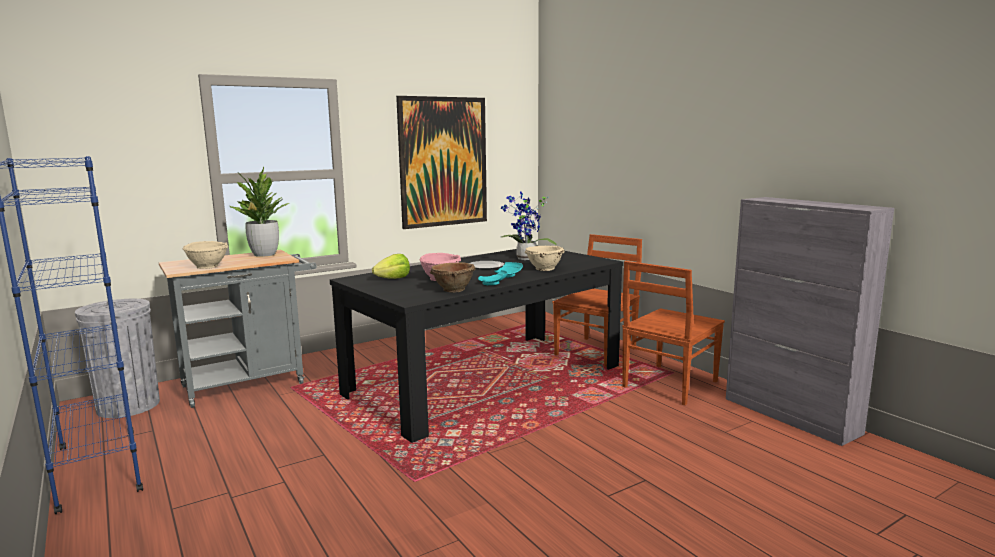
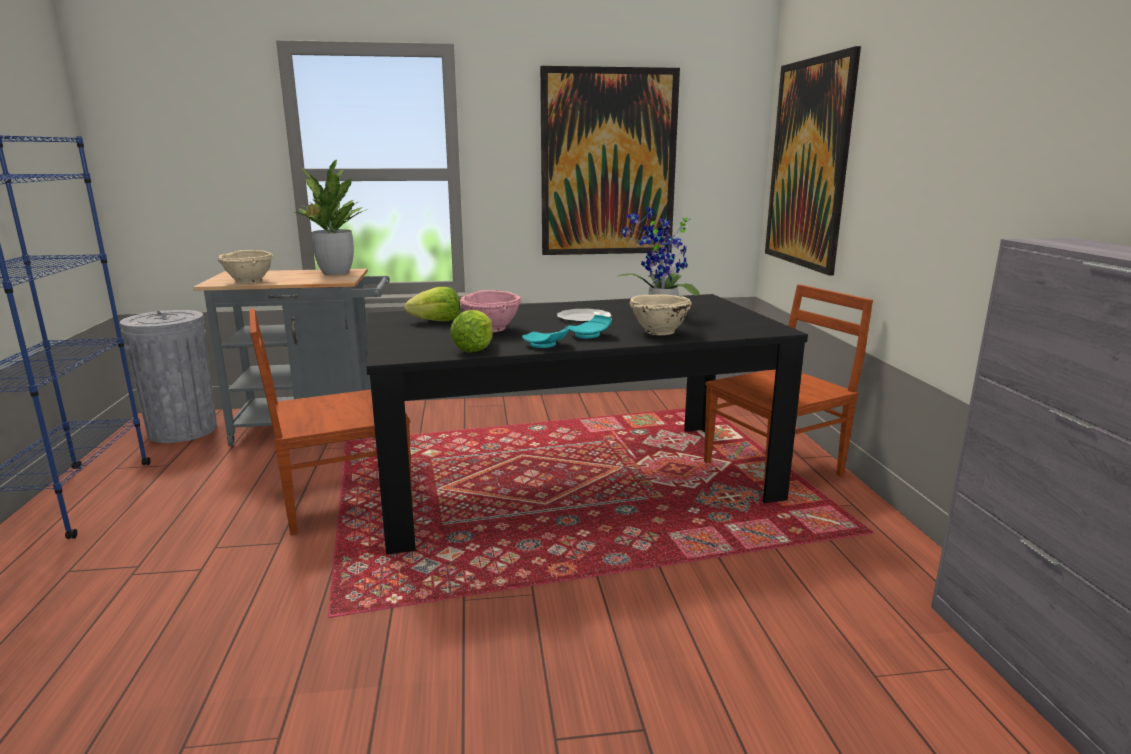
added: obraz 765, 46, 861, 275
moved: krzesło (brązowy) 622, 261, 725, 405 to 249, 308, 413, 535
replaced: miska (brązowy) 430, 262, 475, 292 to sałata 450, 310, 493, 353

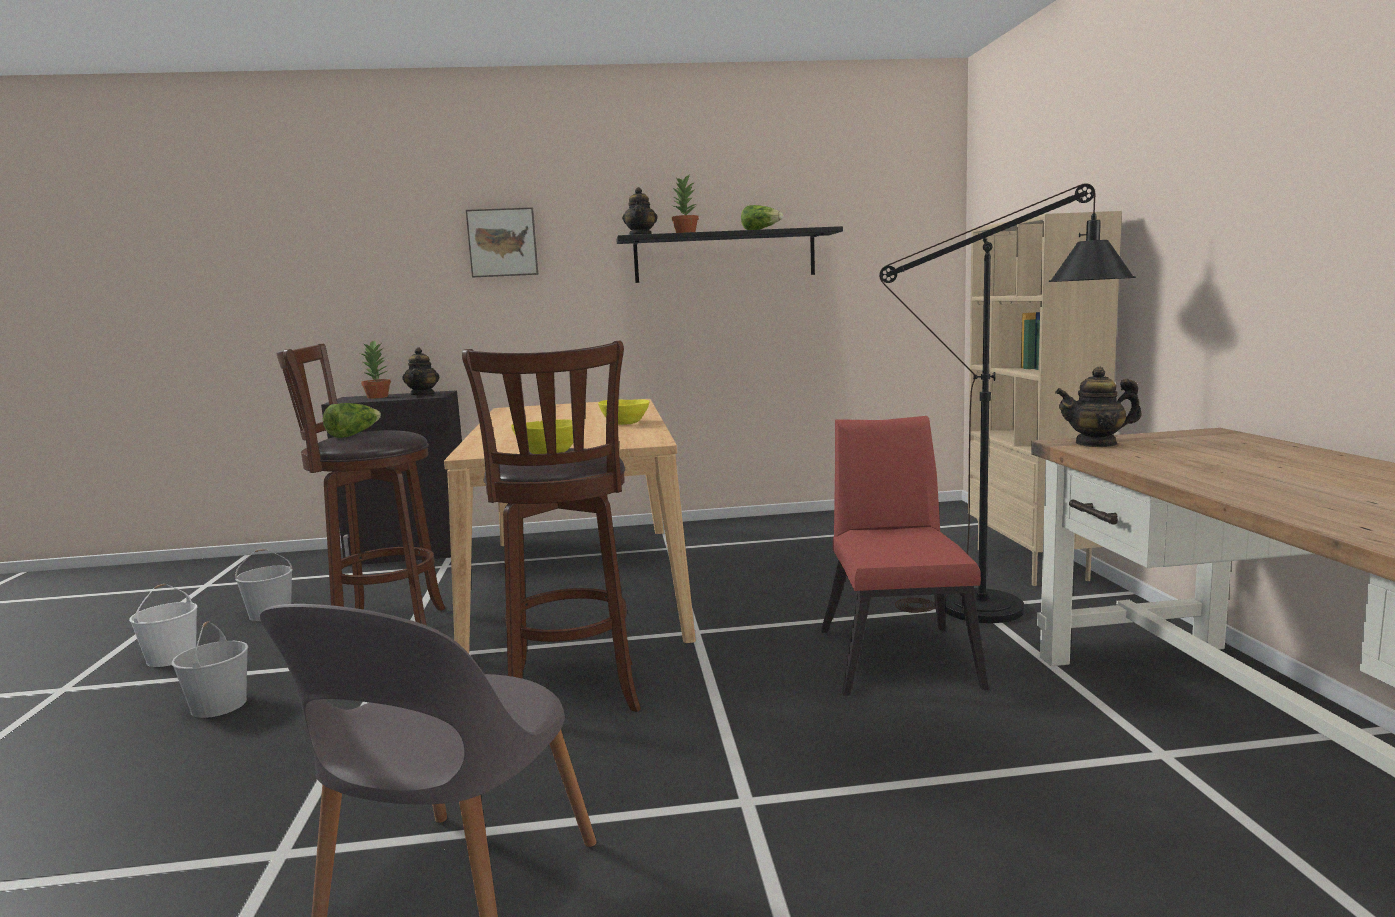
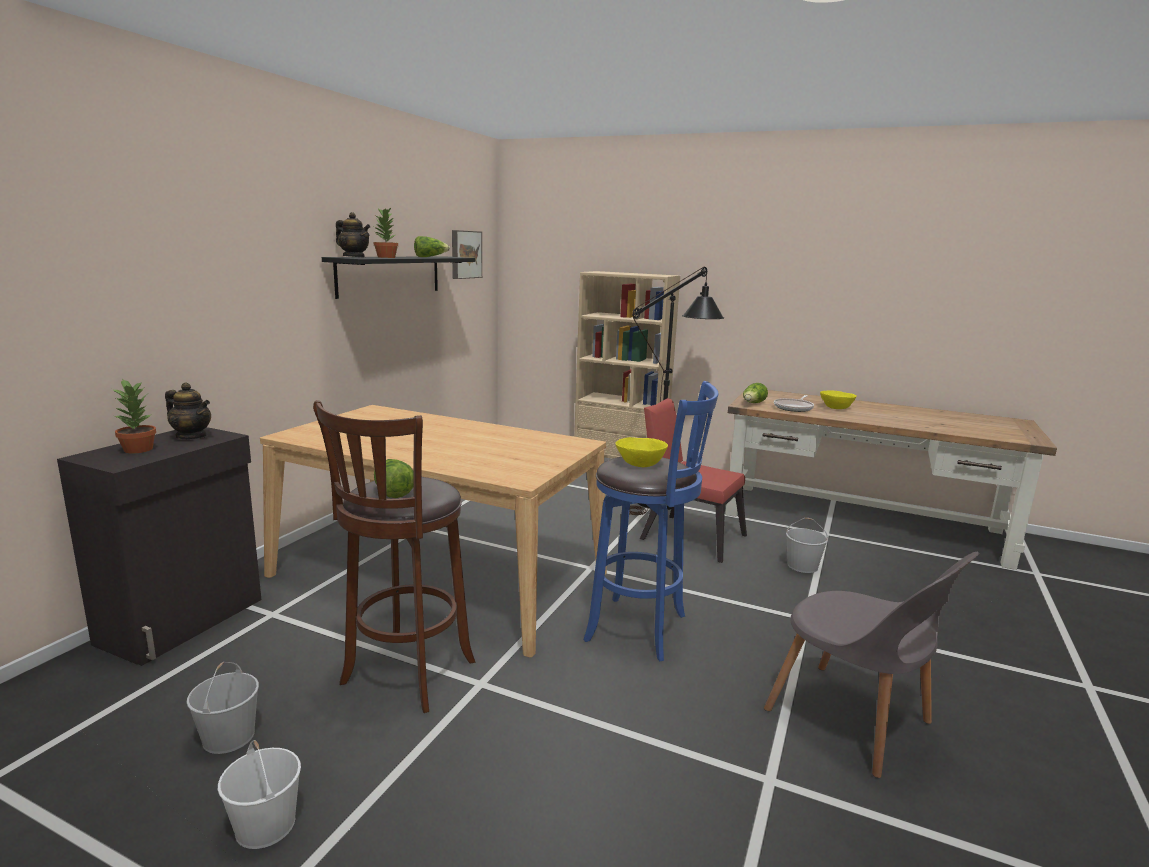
added: patelnia 774, 395, 814, 412
moved: wiadro (biały) 171, 621, 248, 718 to 786, 518, 828, 573; obraz 466, 207, 538, 277 to 452, 230, 482, 279; miska (żółty) 598, 399, 649, 425 to 820, 390, 857, 409
replaced: imbryk 1055, 367, 1142, 447 to sałata 743, 383, 768, 403
recoloured: stołek (brązowy) 462, 341, 641, 712 to stołek (niebieski) 583, 381, 719, 661

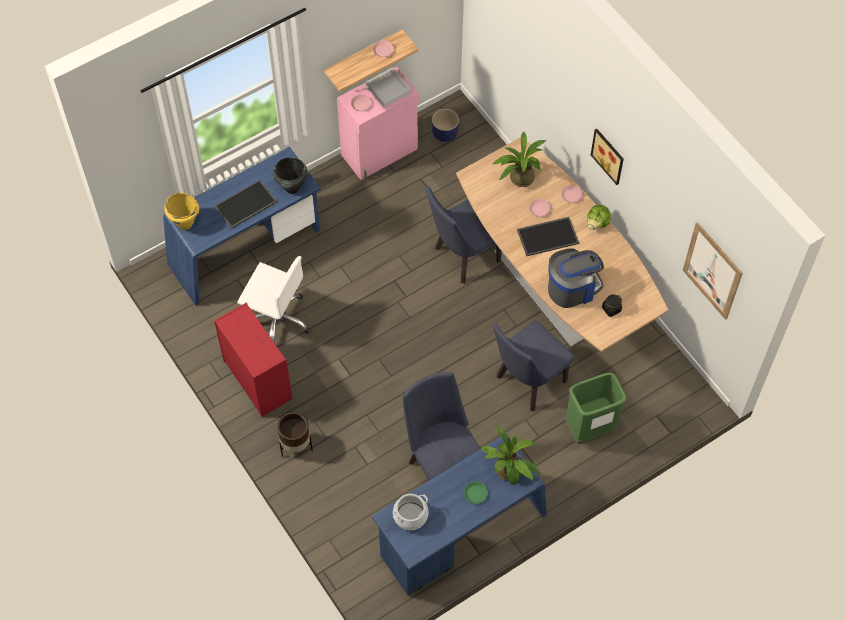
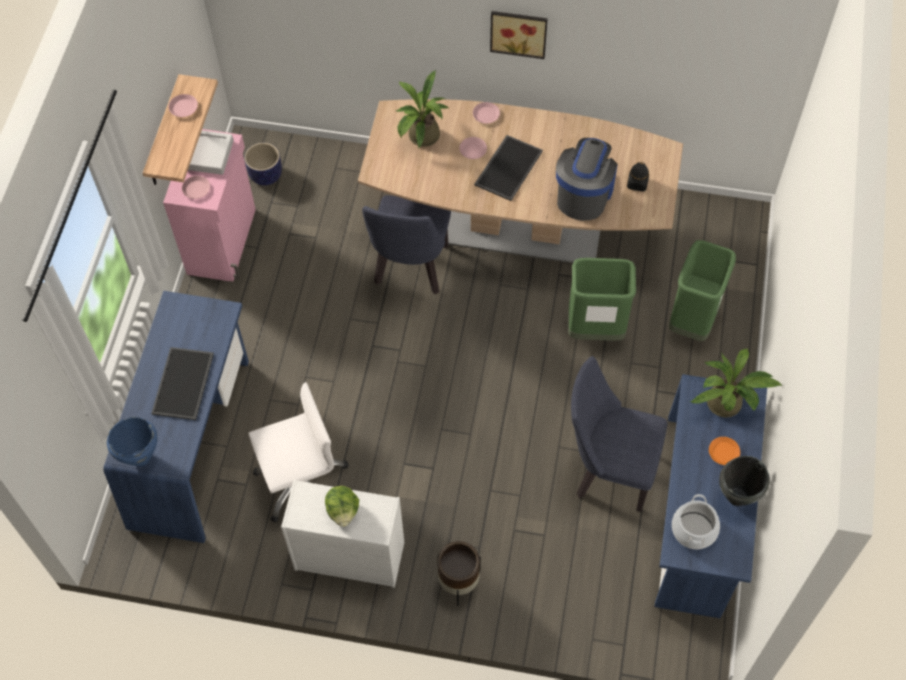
removed: obraz 683, 222, 743, 320
moved: garnek (czarny) 273, 157, 307, 194 to 719, 456, 770, 506; sałata 587, 204, 611, 230 to 325, 486, 359, 527
replaced: krzesło (niebieski) 493, 320, 574, 411 to kosz na śmieci (zielony) 568, 258, 636, 341
recoloured: garnek (żółty) 164, 193, 199, 230 to garnek (niebieski) 107, 417, 158, 467; komoda (czerwony) 214, 303, 293, 417 to komoda (biały) 281, 479, 404, 588; talerz (zielony) 464, 482, 488, 504 to talerz (pomarańczowy) 709, 437, 740, 465

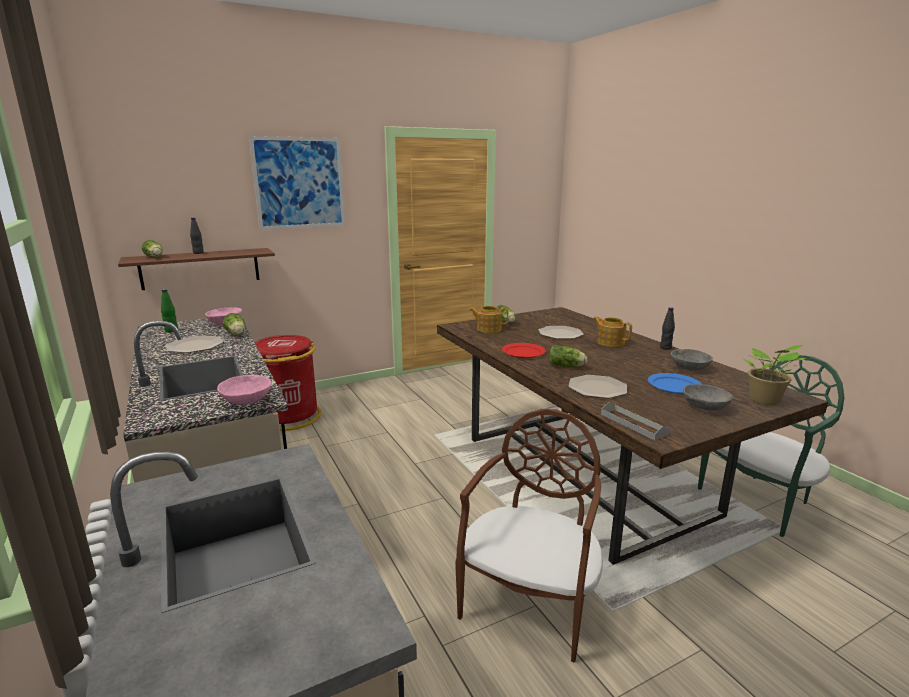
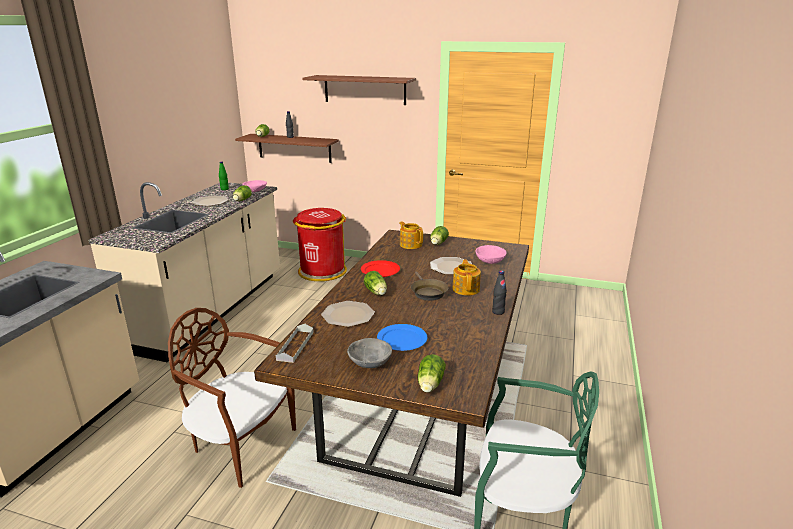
removed: miska (szary) 671, 349, 713, 371
added: patelnia (brązowy) 411, 272, 448, 301
moved: miska (różowy) 217, 375, 271, 405 to 475, 245, 507, 264
replaced: obraz 249, 136, 345, 230 to półka (brązowy) 302, 75, 416, 105; roślina doniczkowa 743, 345, 807, 405 to sałata 418, 354, 446, 392
turned: krzesło (brązowy) 455, 409, 603, 662 = 168, 308, 296, 488 135 degrees counterclockwise

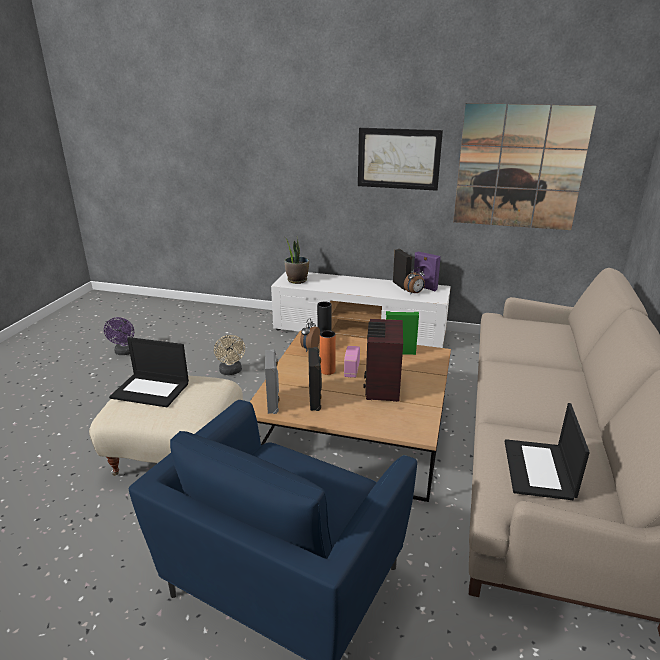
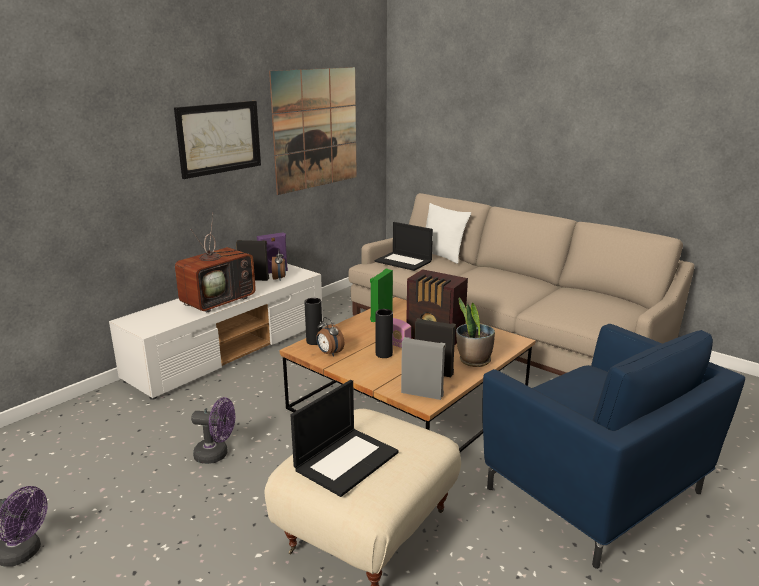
added: telewizor 175, 213, 256, 313; poduszka (biały) 426, 203, 471, 264
moved: roślina doniczkowa 285, 237, 309, 284 to 456, 298, 495, 367; laptop 505, 403, 590, 500 to 375, 222, 433, 271
recoloured: wentylator (beżowy) 214, 335, 245, 375 to wentylator (fioletowy) 191, 397, 235, 464; wazon (pomarańczowy) 320, 330, 336, 375 to wazon (czarny) 375, 309, 393, 358

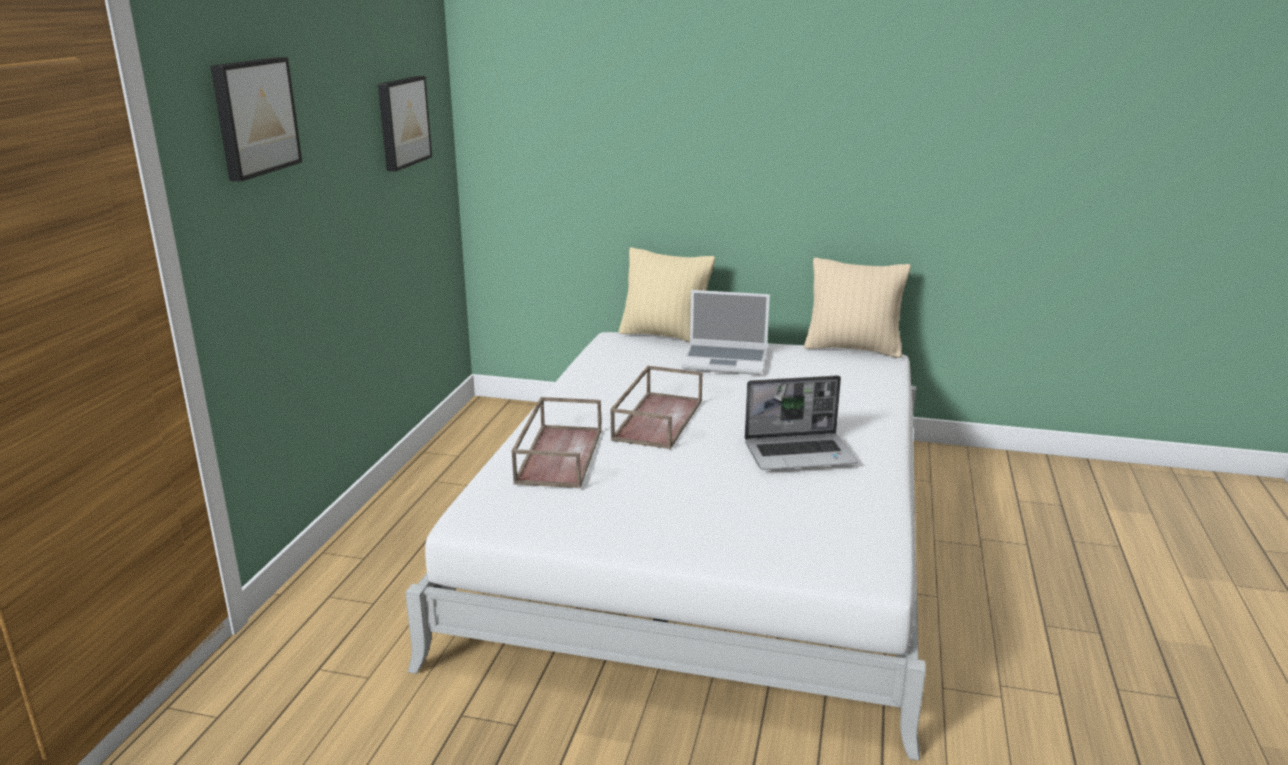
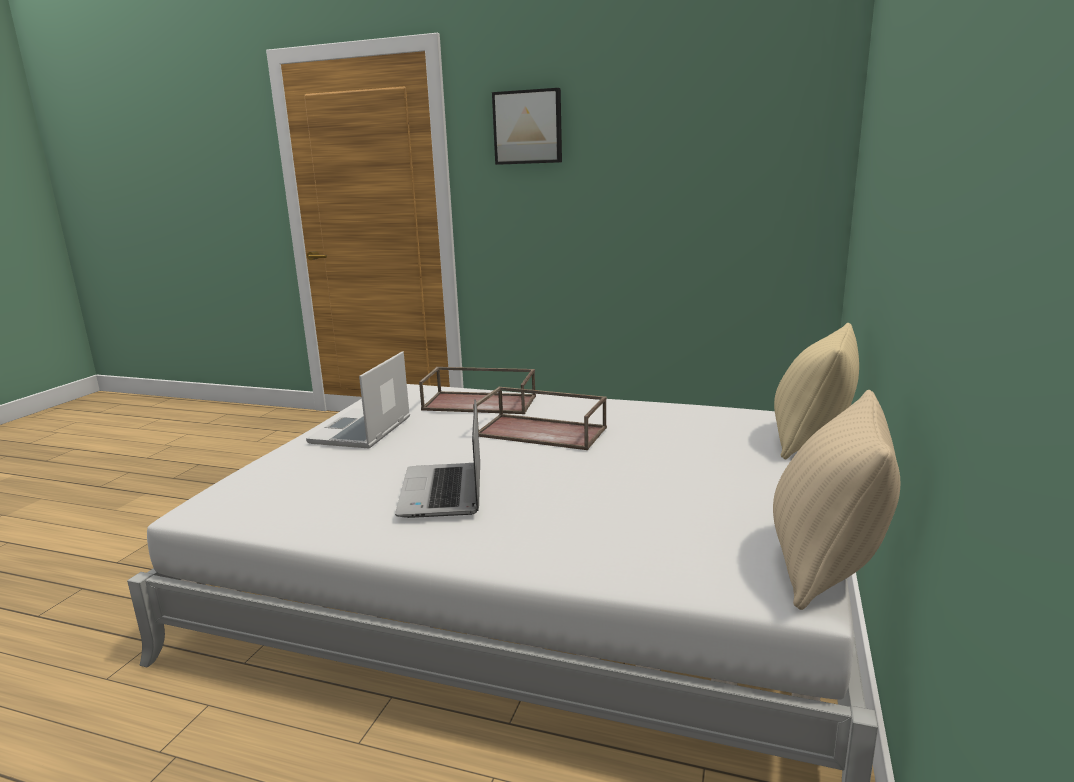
removed: obraz 378, 76, 432, 171
moved: laptop 681, 290, 770, 375 to 306, 351, 410, 449

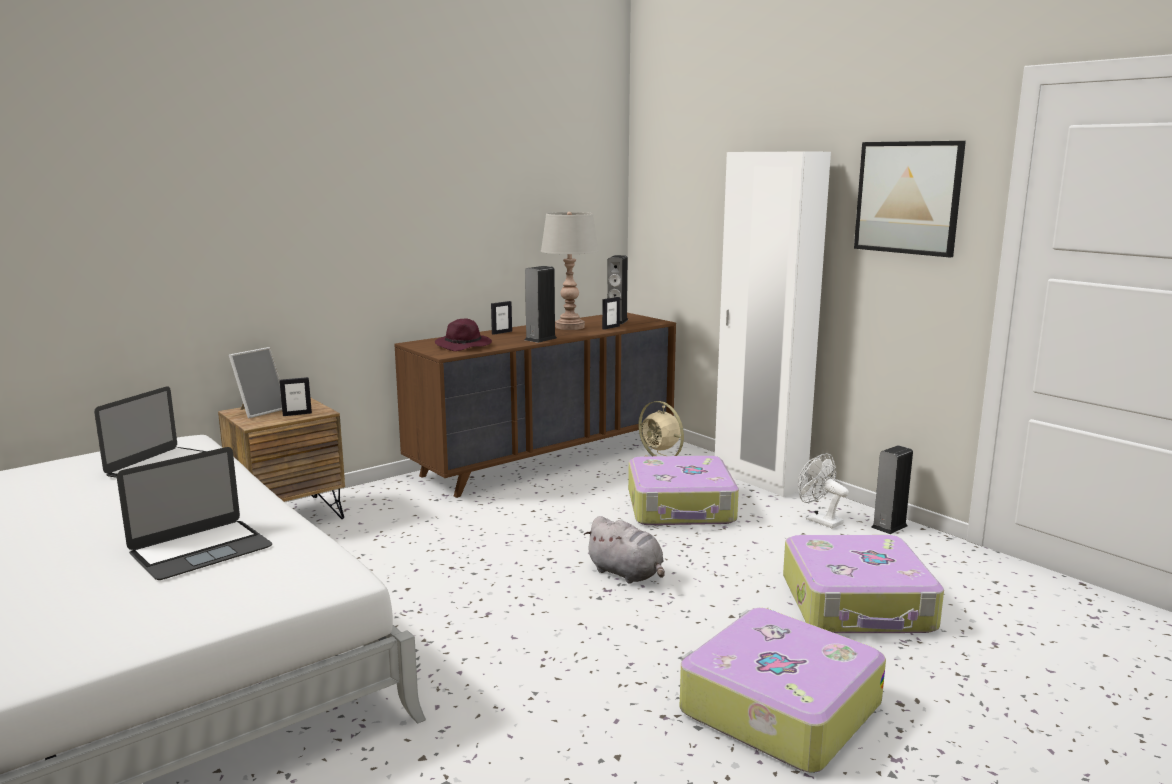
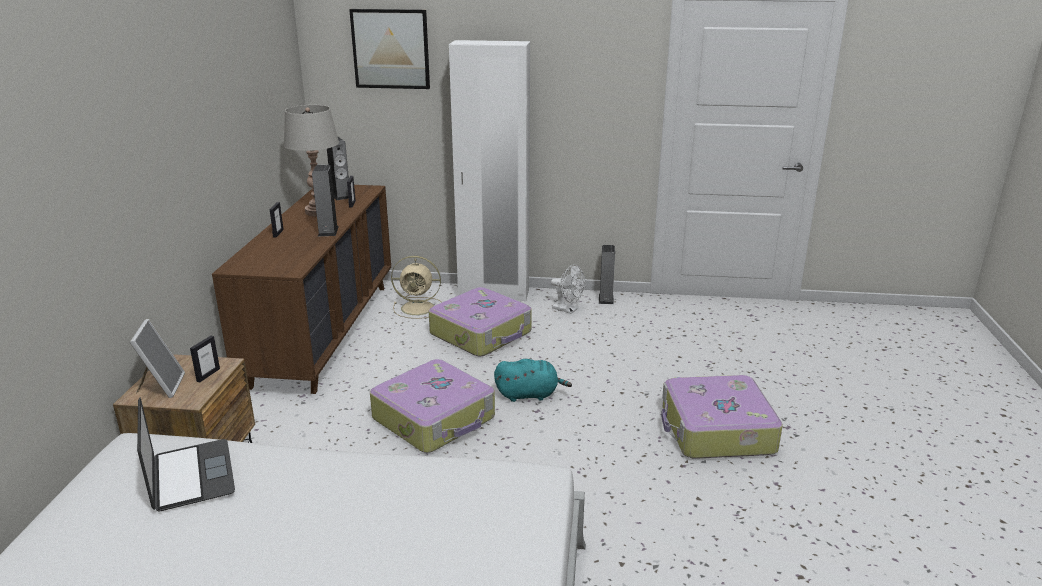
removed: laptop 117, 447, 272, 580; kapelusz (fioletowy) 435, 319, 492, 351
moved: walizka 783, 535, 944, 633 to 370, 359, 495, 453; obraz 854, 141, 966, 257 to 349, 9, 430, 89
recoloured: pluszak (szary) 584, 516, 665, 584 to pluszak (turkusowy) 494, 359, 572, 402
turned: wentylator (biały) 798, 453, 849, 528 = 551, 264, 586, 314 150 degrees counterclockwise

